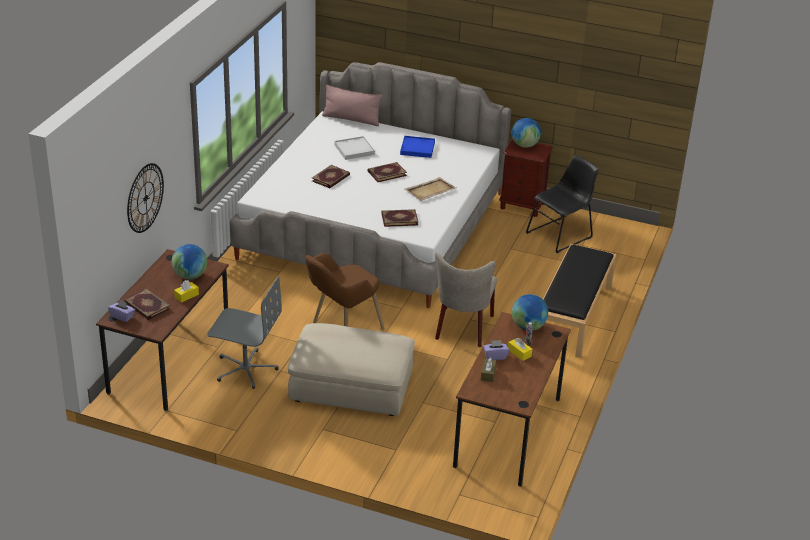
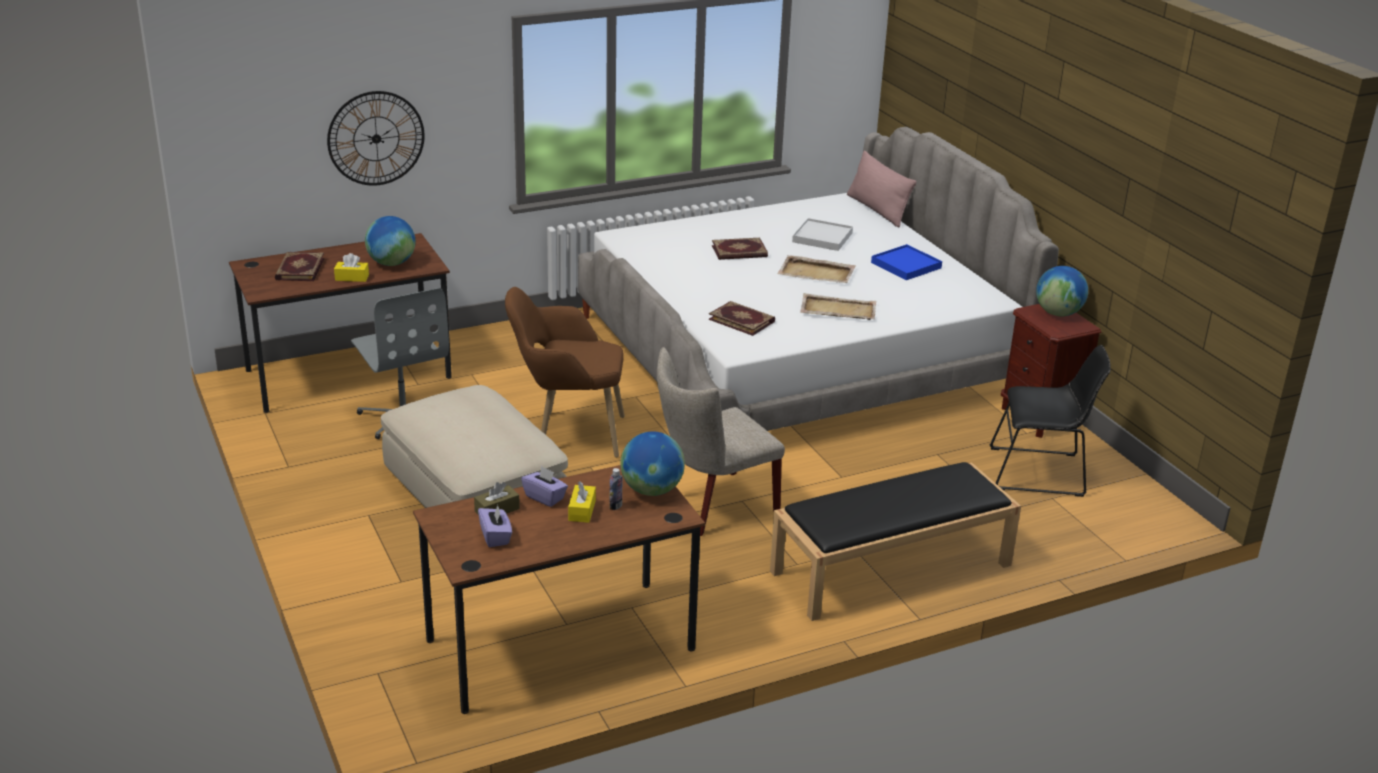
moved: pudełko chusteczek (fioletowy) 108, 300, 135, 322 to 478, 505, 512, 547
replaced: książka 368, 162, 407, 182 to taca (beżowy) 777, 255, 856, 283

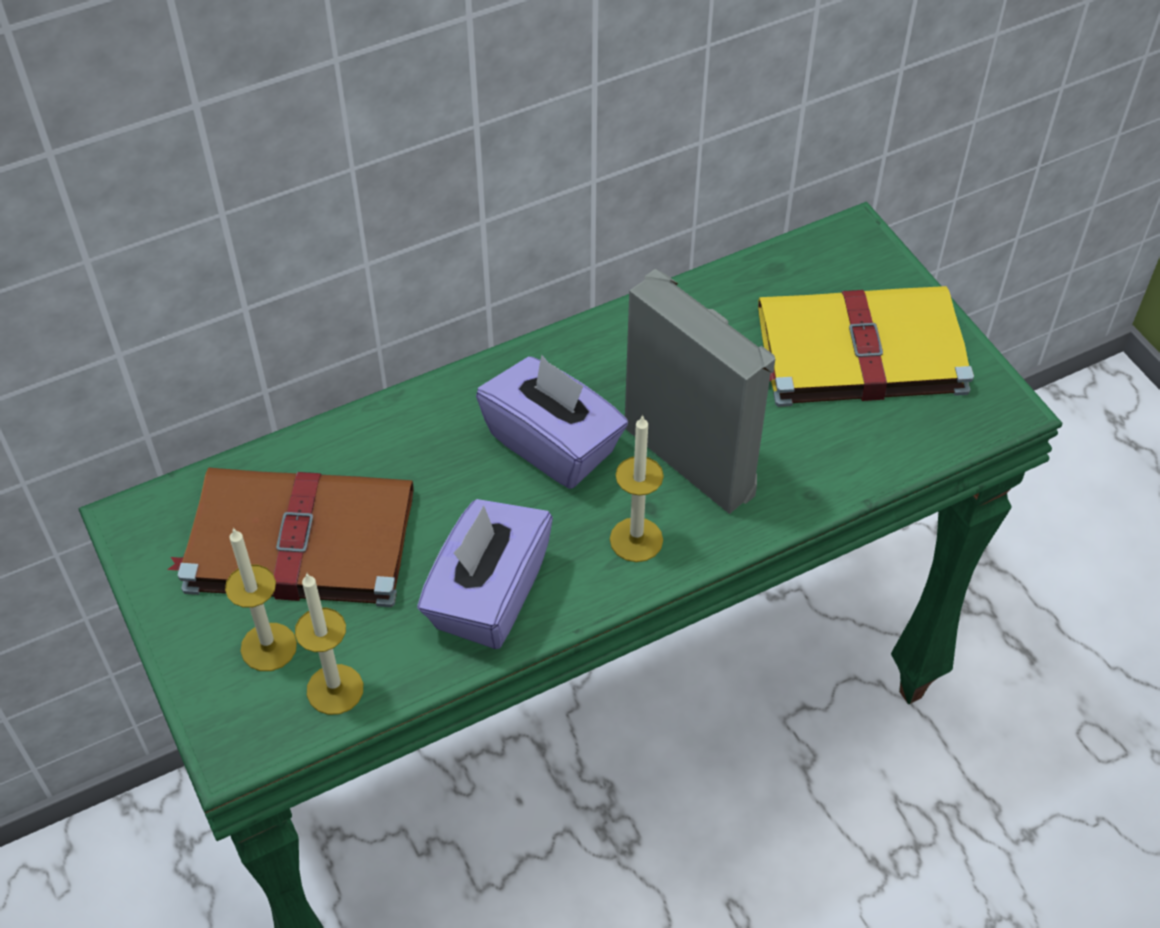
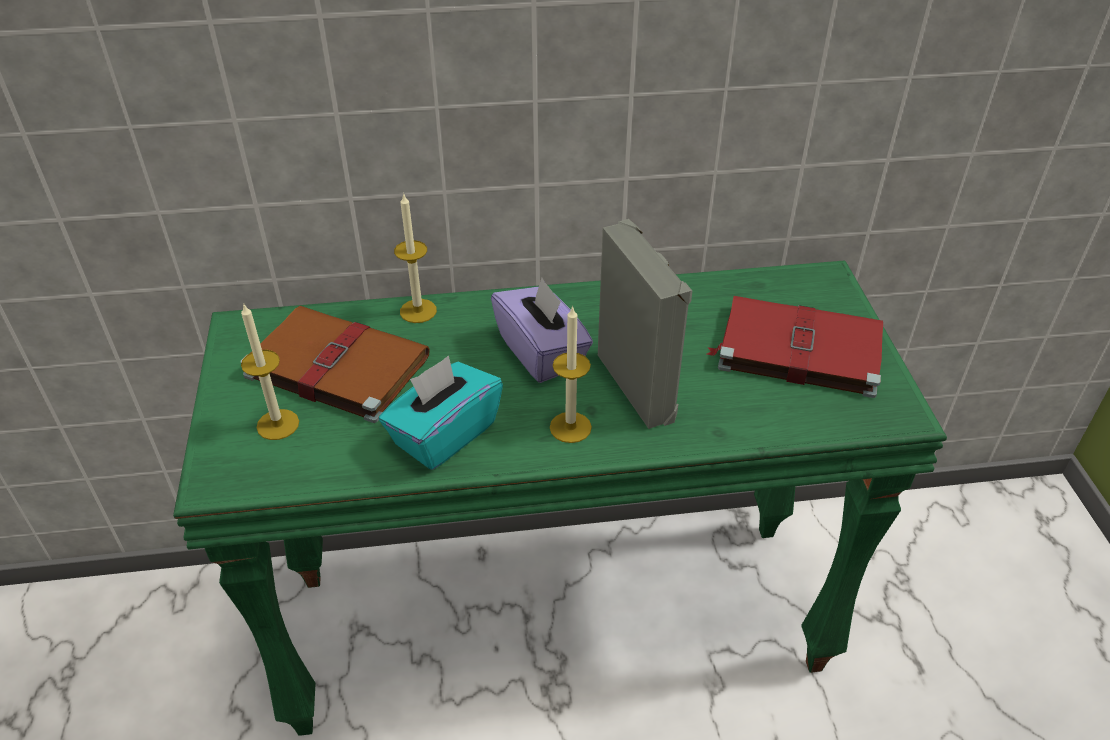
moved: świeca 295, 573, 363, 715 to 394, 193, 437, 323
recoloured: pudełko chusteczek (fioletowy) 417, 499, 553, 649 to pudełko chusteczek (turkusowy) 379, 356, 503, 470; książka (żółty) 758, 286, 974, 407 to książka (czerwony) 707, 296, 883, 398

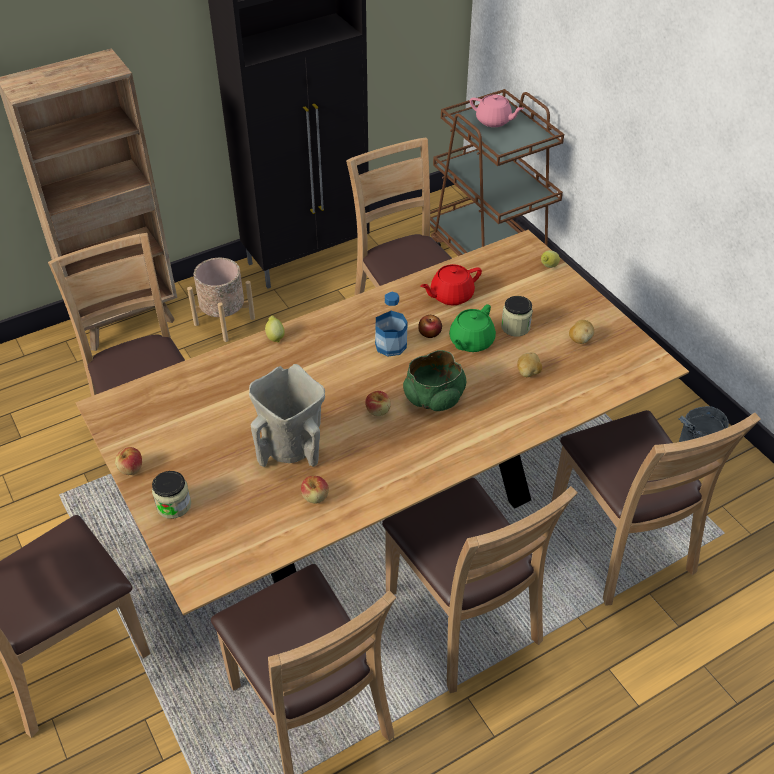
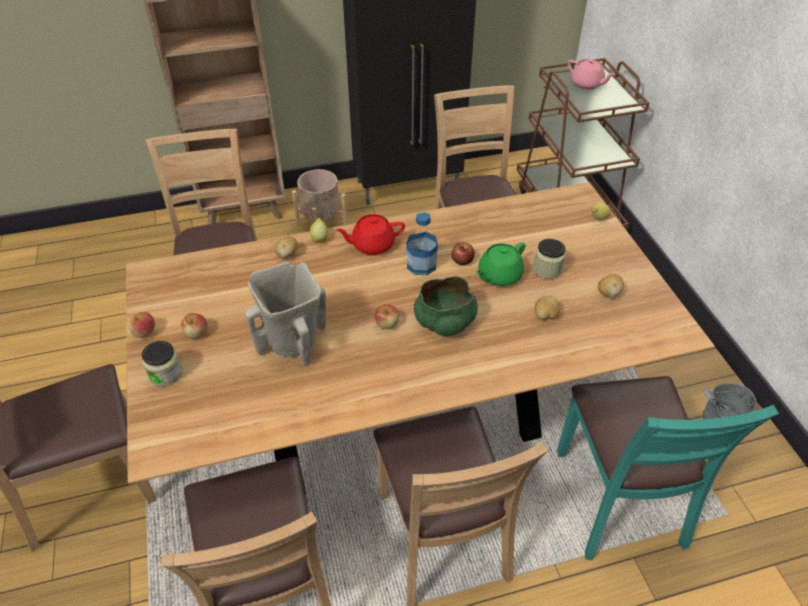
added: ziemniak 274, 236, 298, 258
moved: jabłko 301, 476, 329, 504 to 181, 313, 208, 339; imbryk (czerwony) 420, 264, 482, 305 to 336, 214, 405, 255
recoloured: krzesło (brązowy) 551, 410, 761, 606 to krzesło (turkusowy) 557, 376, 779, 560

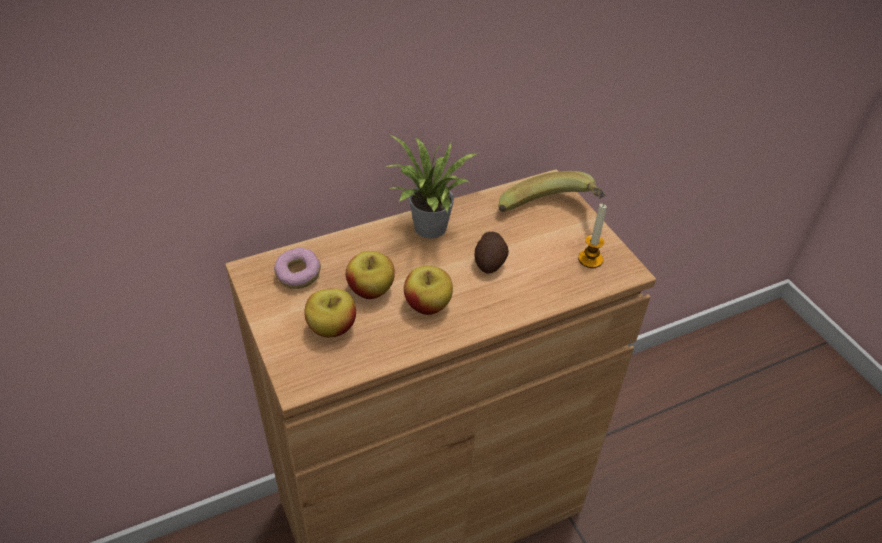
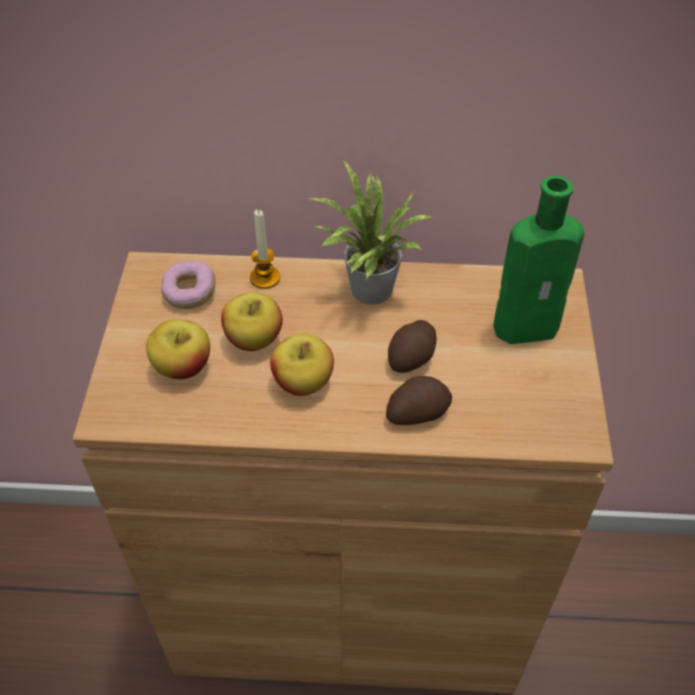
added: ziemniak 386, 376, 452, 425
moved: świeca 578, 203, 607, 268 to 250, 210, 280, 289
replaced: banan 499, 171, 605, 212 to butelka (zielony) 493, 176, 584, 344

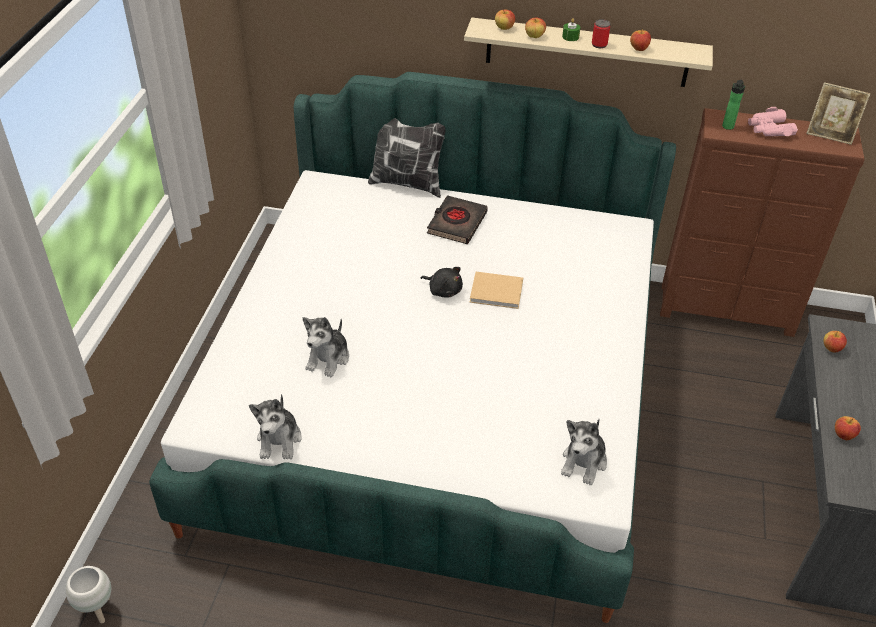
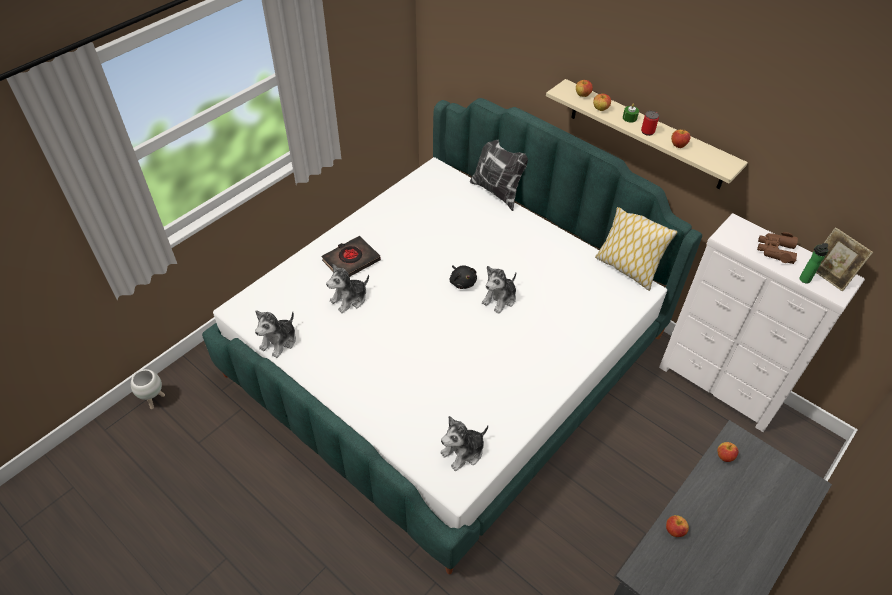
added: poduszka 595, 207, 677, 291
moved: książka (czarny) 427, 195, 488, 244 to 321, 236, 381, 277; butelka 722, 80, 745, 130 to 799, 243, 828, 283
replaced: książka (beżowy) 470, 272, 523, 309 to pluszak 482, 266, 516, 314
recoloured: komoda (brązowy) 660, 108, 865, 337 to komoda (biały) 659, 213, 865, 432; lornetka (różowy) 748, 107, 798, 136 to lornetka (brązowy) 757, 232, 798, 264

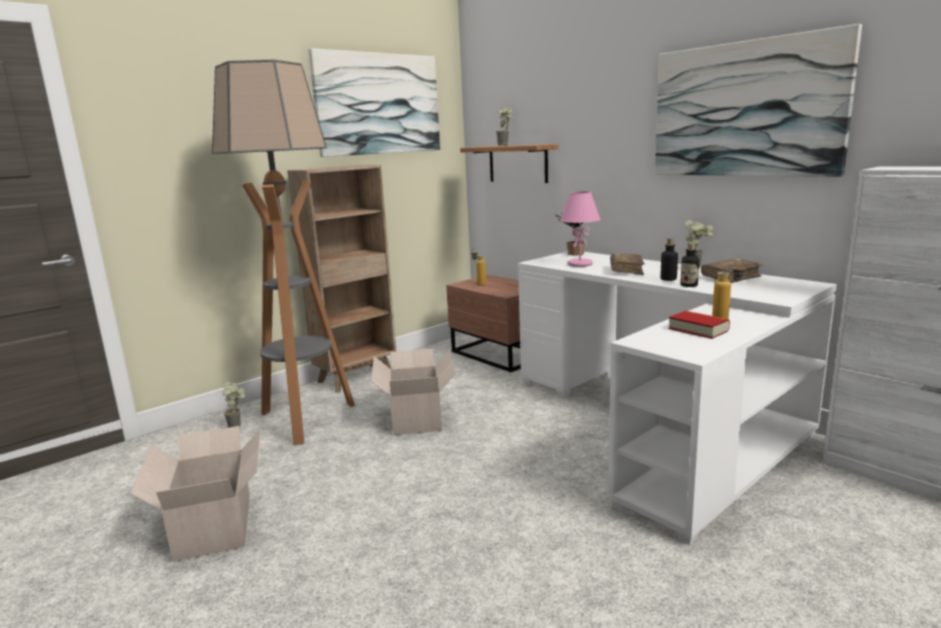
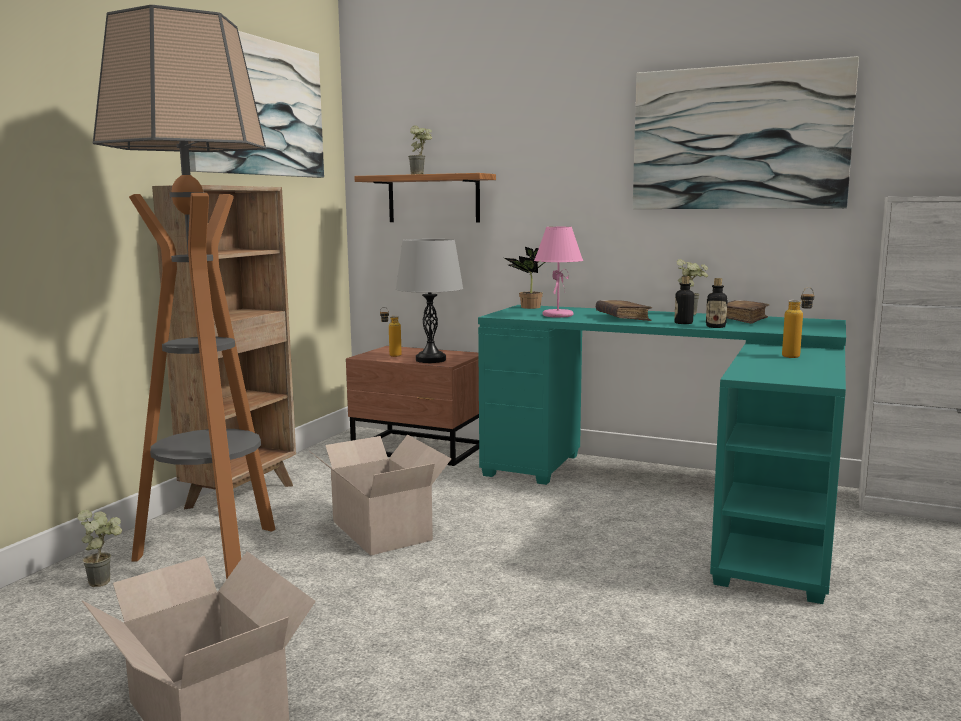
removed: książka 669, 311, 730, 339
added: lampa stołowa (szary) 396, 239, 463, 363
recoloured: biurko (biały) 518, 251, 837, 545 to biurko (turkusowy) 478, 305, 846, 604

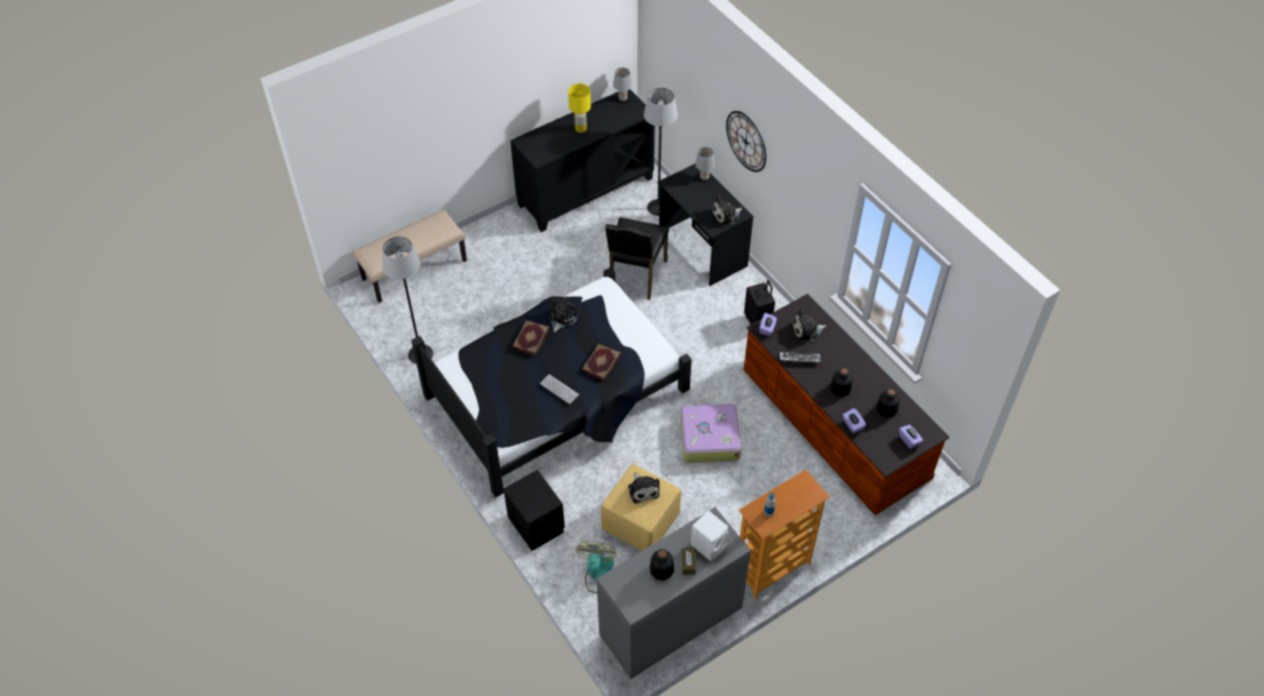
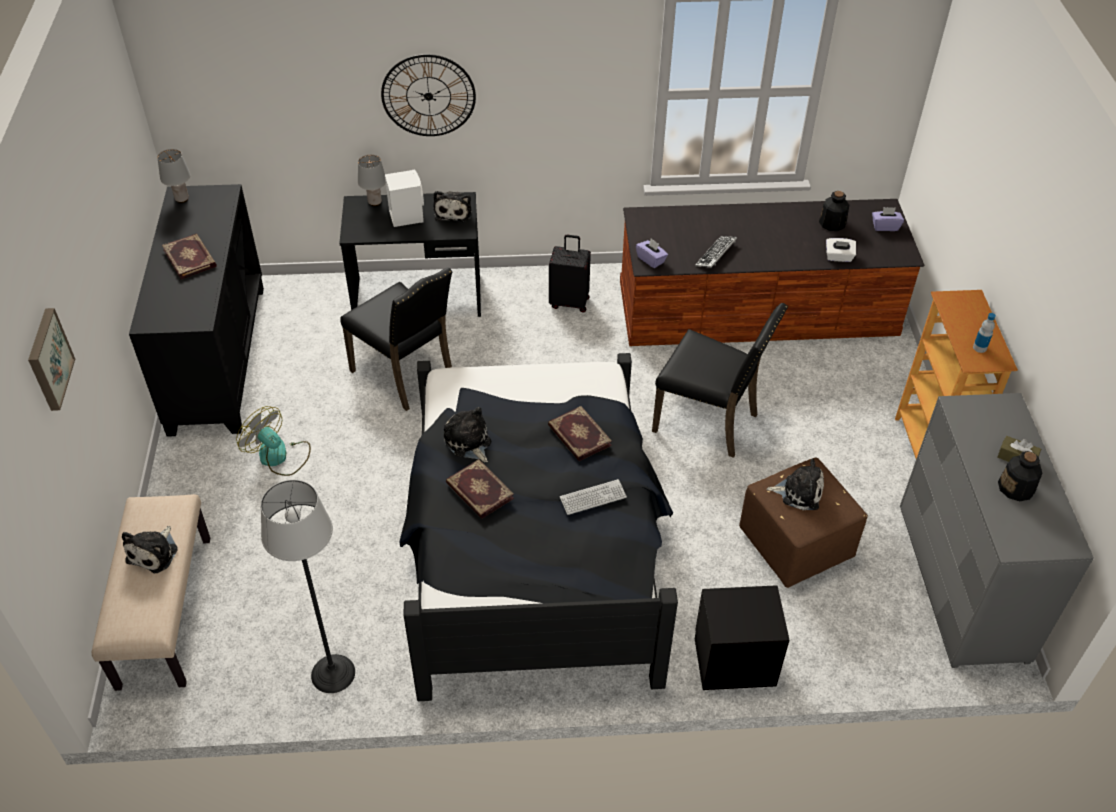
removed: lampa stojąca 644, 88, 678, 216; butelka 830, 368, 853, 396
added: obraz 28, 308, 75, 411
moved: wentylator 576, 541, 616, 593 to 236, 406, 311, 476; głośnik (biały) 691, 510, 729, 561 to 385, 170, 424, 227; pluszak 792, 309, 826, 342 to 122, 526, 178, 573
replaced: lampa stołowa (żółty) 568, 84, 591, 133 to książka 162, 234, 217, 279; walizka 680, 403, 742, 463 to krzesło (czarny) 652, 303, 788, 458
recoloured: pufa (żółty) 601, 464, 681, 551 to pufa (brązowy) 739, 457, 868, 588; pudełko chusteczek (fioletowy) 843, 408, 866, 433 to pudełko chusteczek (biały) 826, 238, 856, 262

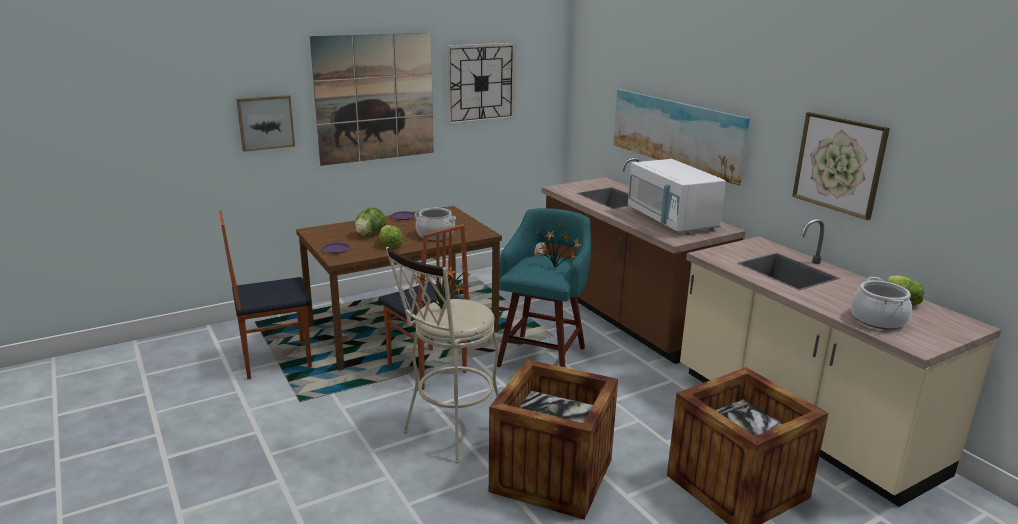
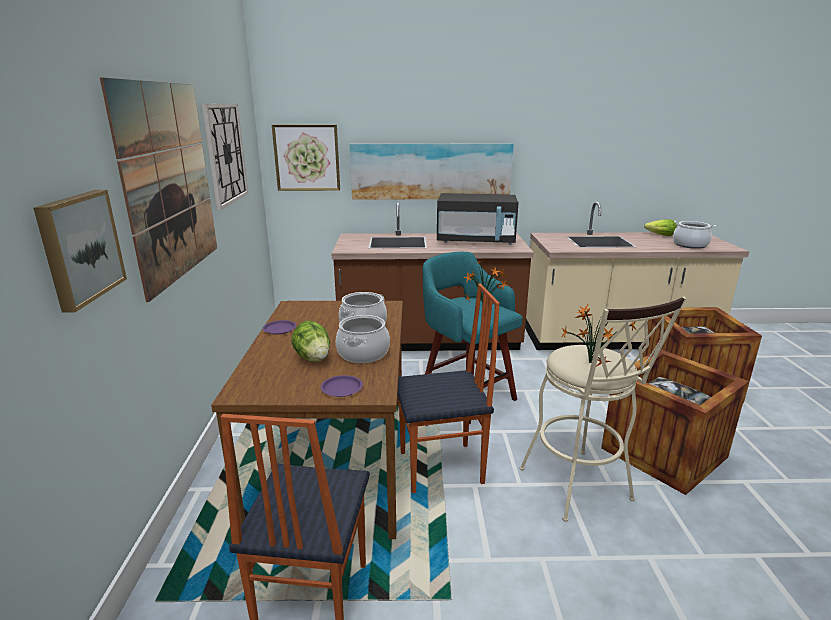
moved: obraz 792, 112, 890, 220 to 272, 125, 340, 191
replaced: sałata 379, 225, 403, 248 to garnek 336, 315, 390, 363
recoloured: mikrofalówka (biały) 628, 159, 726, 235 to mikrofalówka (czarny) 437, 193, 519, 245

